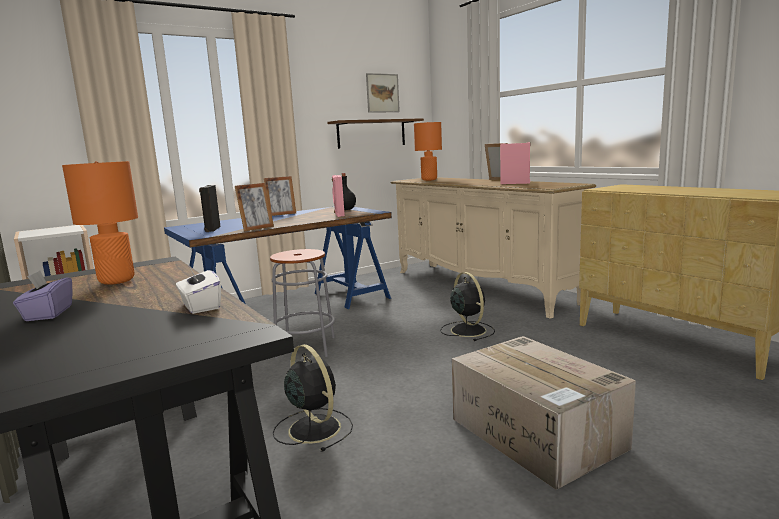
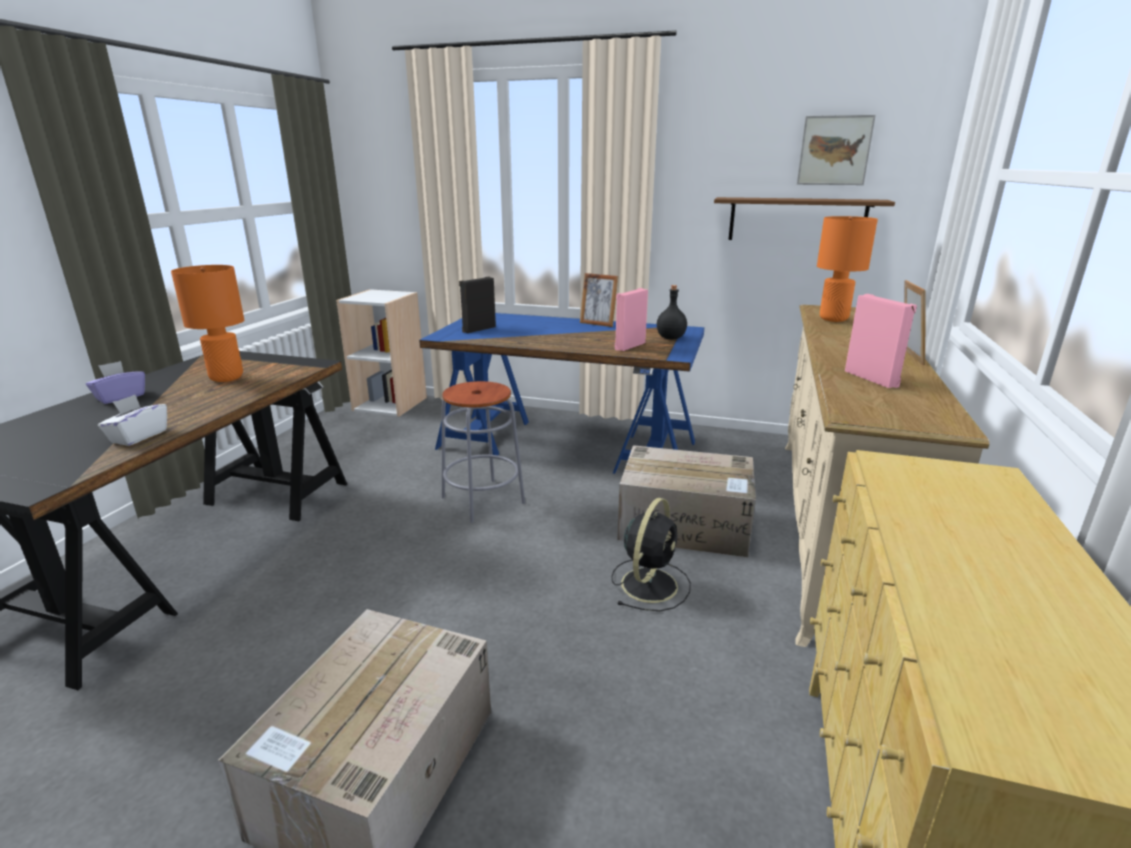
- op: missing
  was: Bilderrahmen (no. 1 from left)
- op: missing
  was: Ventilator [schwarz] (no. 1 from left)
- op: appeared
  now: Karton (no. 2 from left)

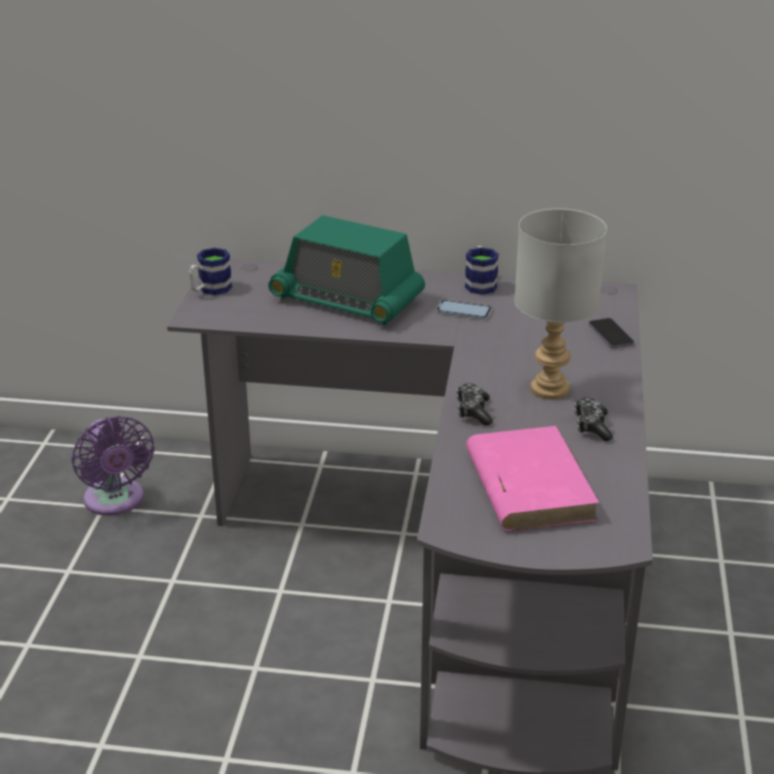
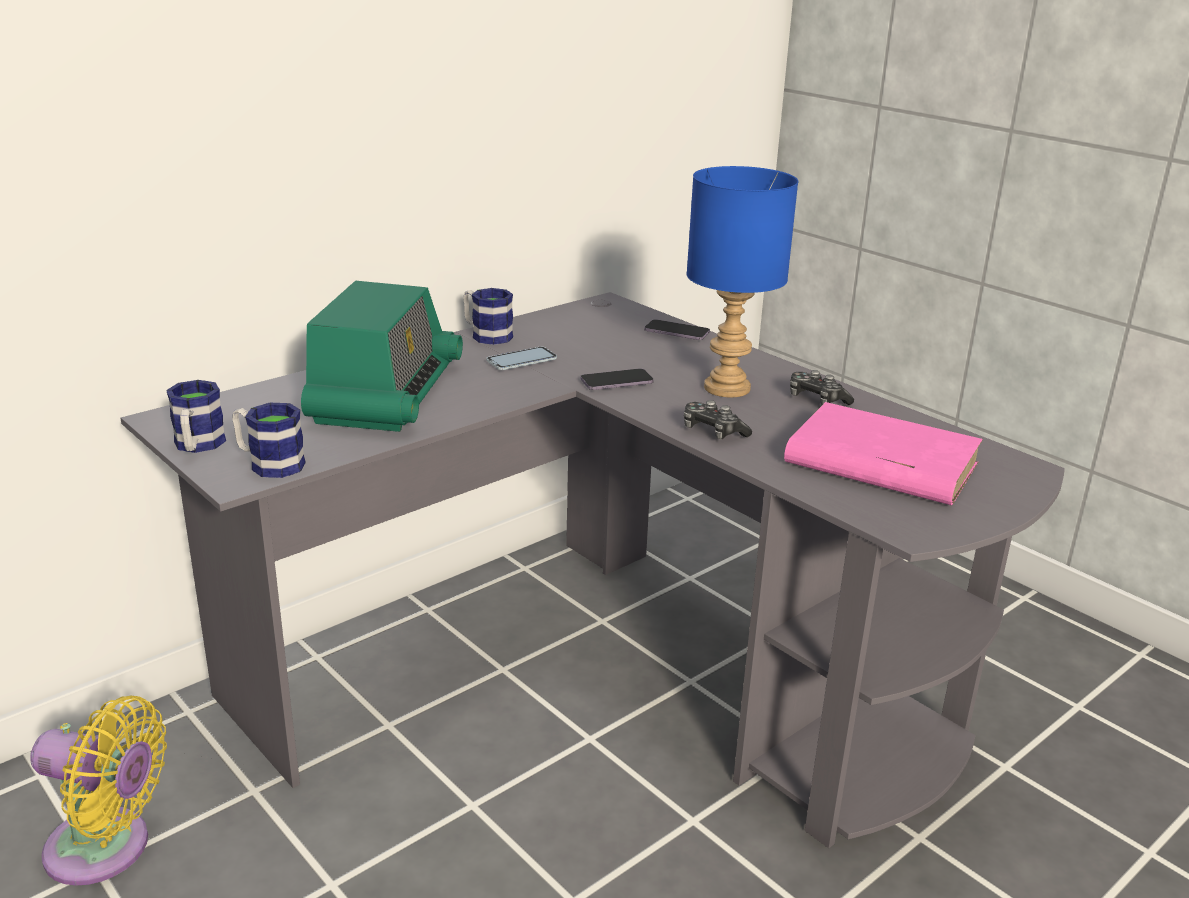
- op: colour
  was: Tischlampe [grau]
  now: Tischlampe [blau]
- op: spun
  was: Radio
  clockwise: -60
- op: colour
  was: Ventilator [lila]
  now: Ventilator [gelb]
- op: appeared
  now: Handy (no. 2 from left)
- op: appeared
  now: Henkelbecher (no. 2 from left)

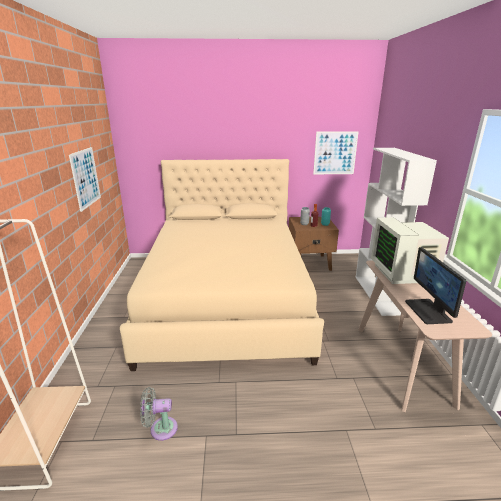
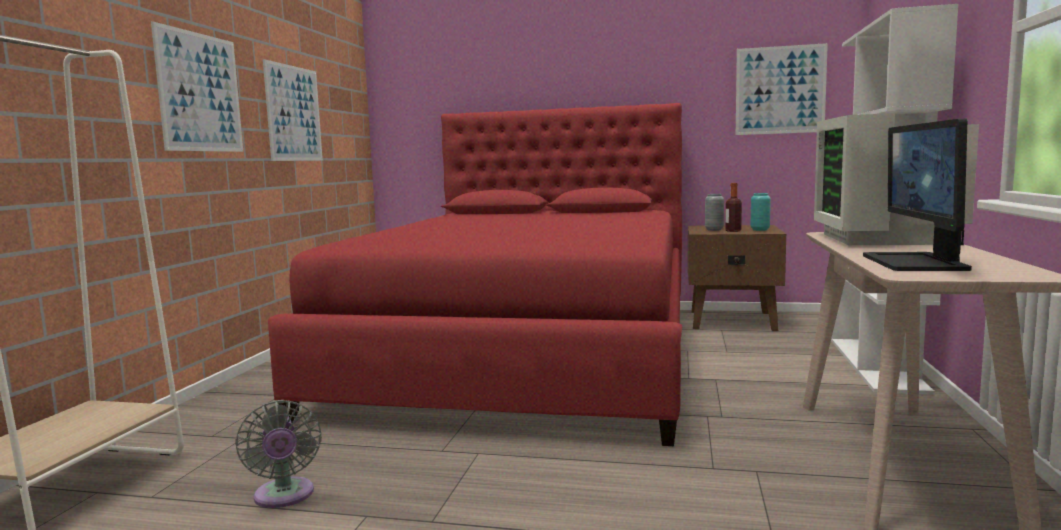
- op: colour
  was: Bett [beige]
  now: Bett [rot]
- op: spun
  was: Ventilator [grau]
  clockwise: -120
- op: appeared
  now: Bild (no. 1 from left)

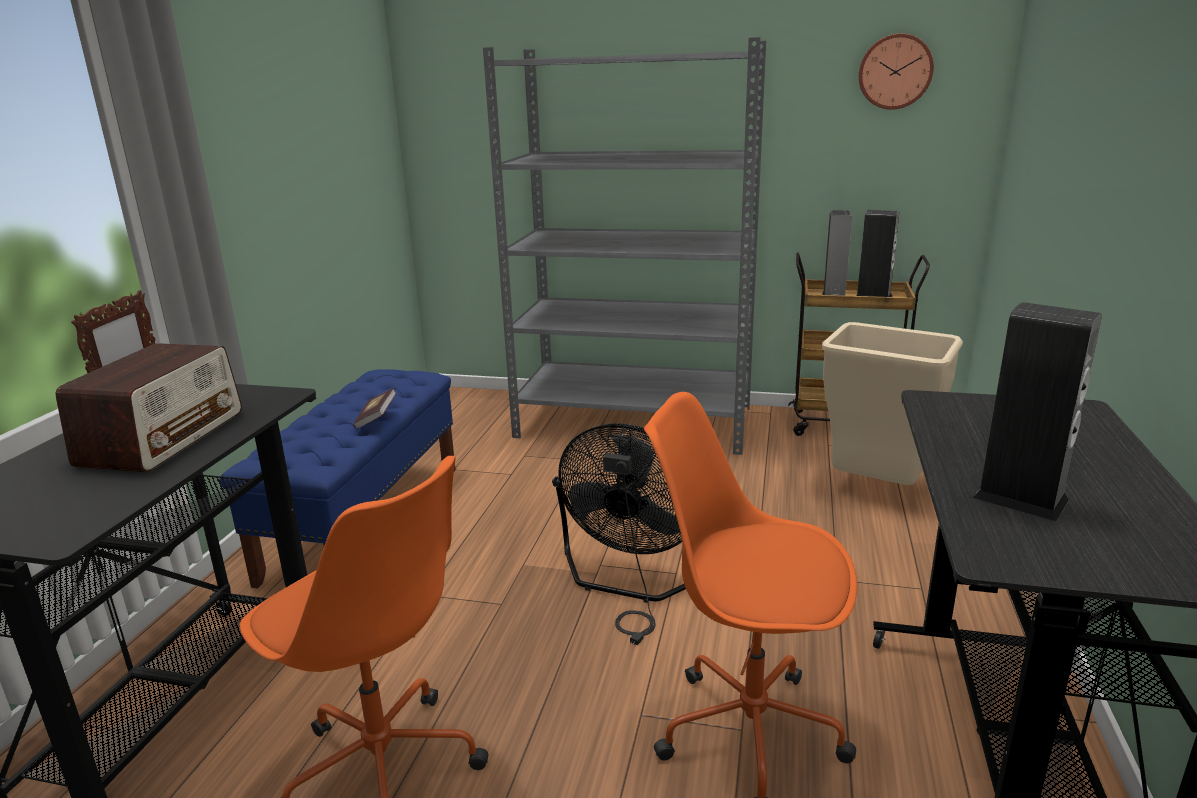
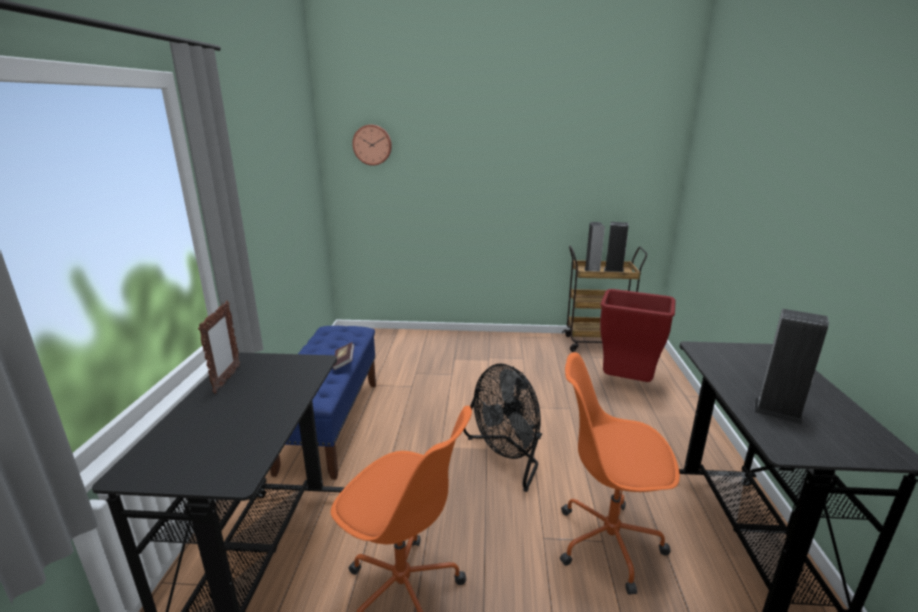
- op: relocated
  was: Wanduhr
- op: missing
  was: Bücherregal [grau]
- op: colour
  was: Mülleimer [beige]
  now: Mülleimer [rot]
- op: missing
  was: Radio
- op: spun
  was: Ventilator [schwarz]
  clockwise: -135

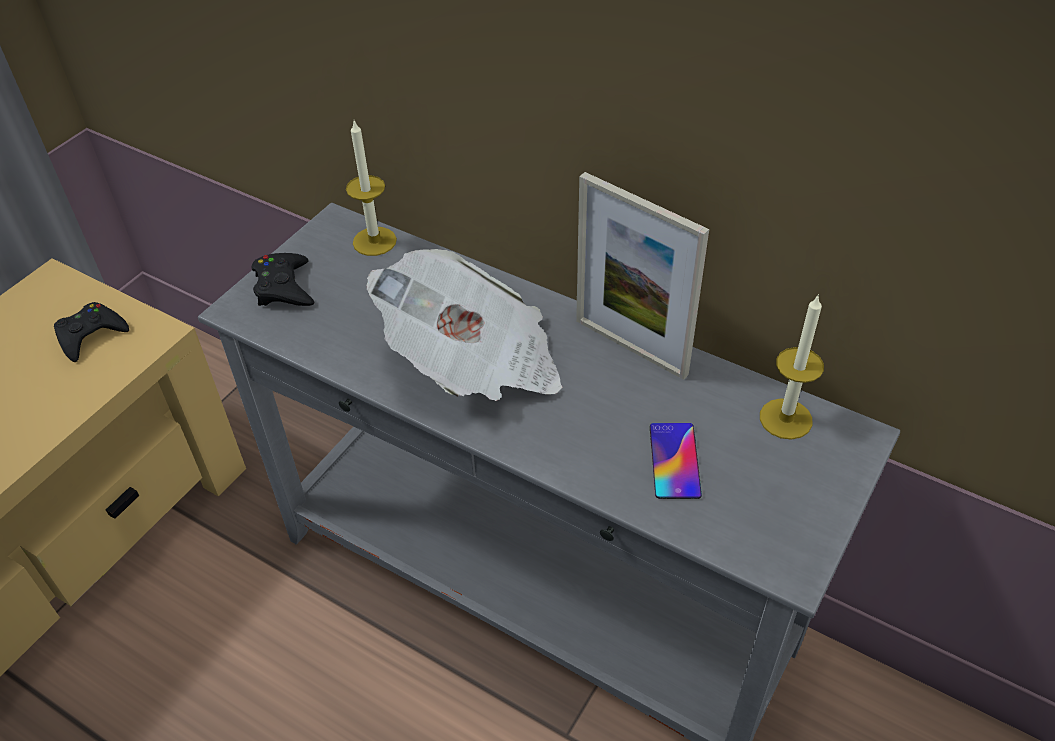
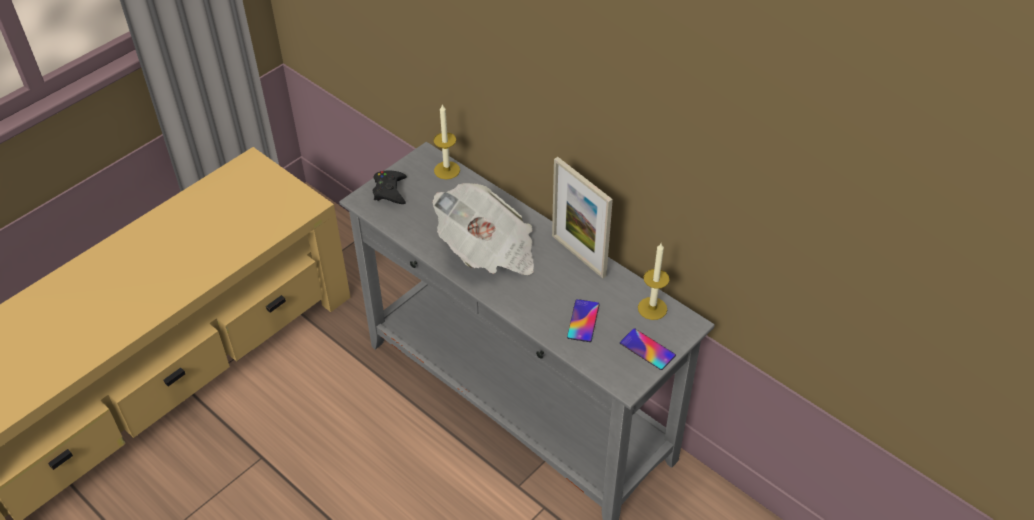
- op: missing
  was: Gamepad [schwarz] (no. 1 from left)
- op: appeared
  now: Handy (no. 2 from left)

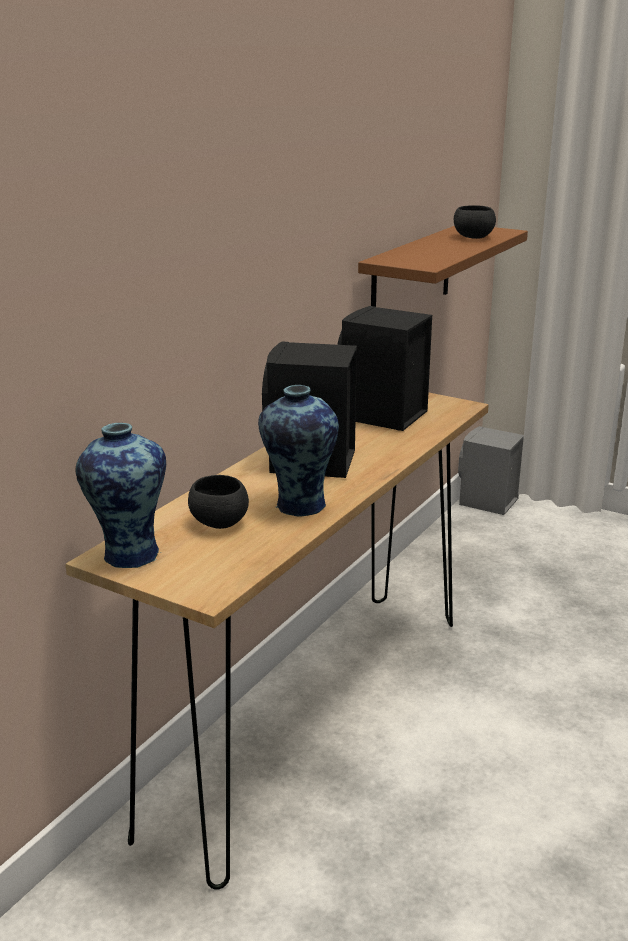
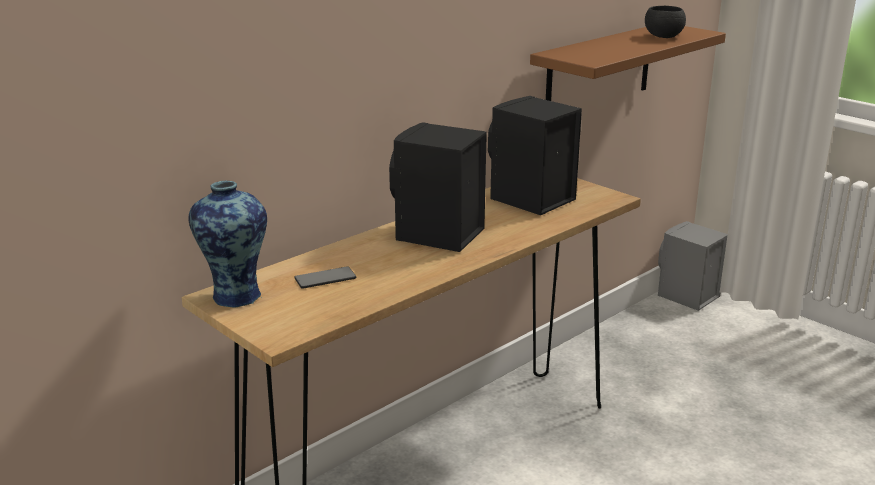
- op: missing
  was: Vase (no. 2 from left)
- op: exchanged
  was: Schüssel [schwarz] (no. 1 from left)
  now: Handy

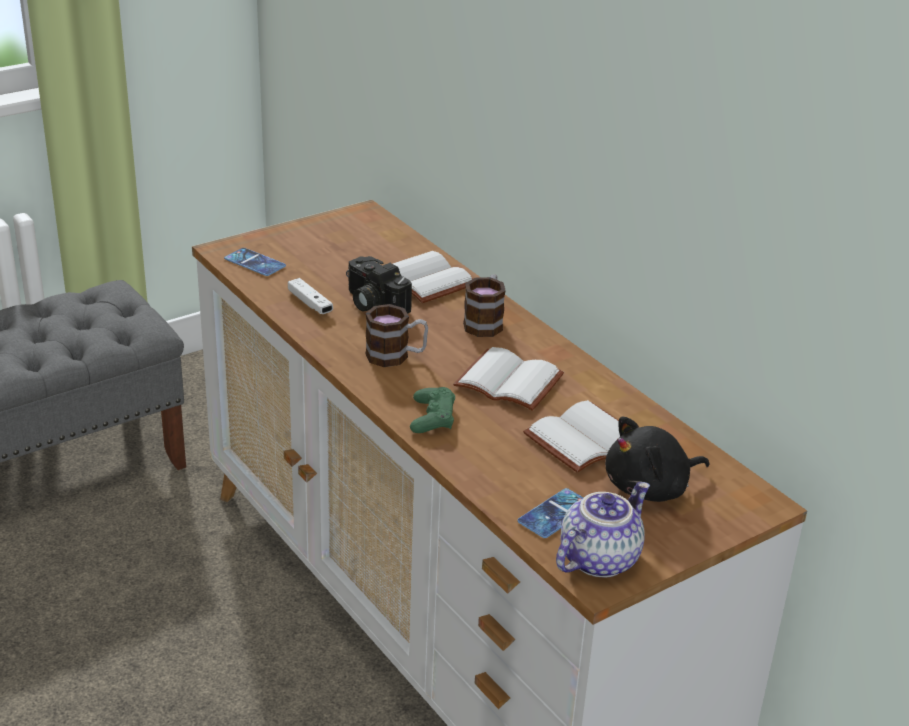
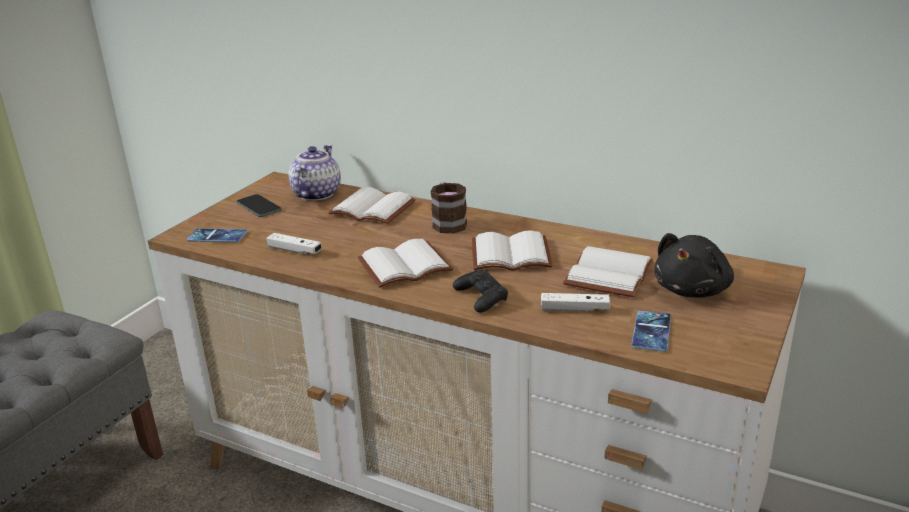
- op: missing
  was: Kamera
- op: exchanged
  was: Henkelbecher (no. 1 from left)
  now: Buch [weiß] (no. 2 from left)
- op: colour
  was: Gamepad [grün]
  now: Gamepad [schwarz]
- op: relocated
  was: Teekanne
- op: appeared
  now: Handy (no. 2 from left)
- op: appeared
  now: Gamepad [weiß] (no. 2 from left)

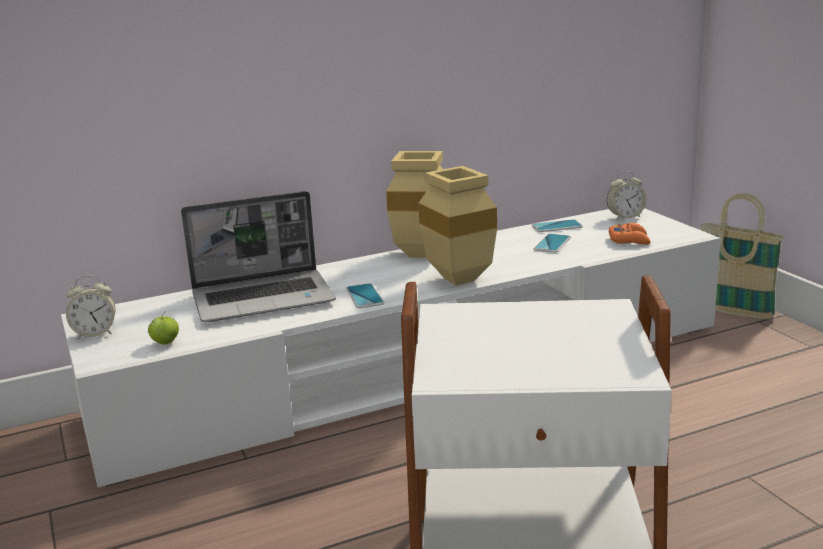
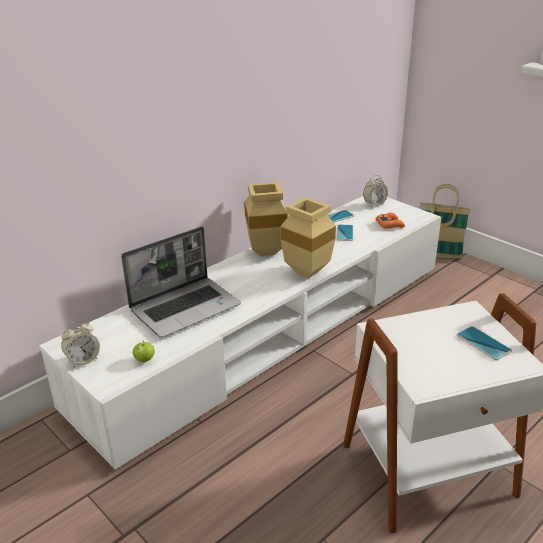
- op: relocated
  was: Handy (no. 1 from left in the first image)
  now: Handy (no. 3 from left)

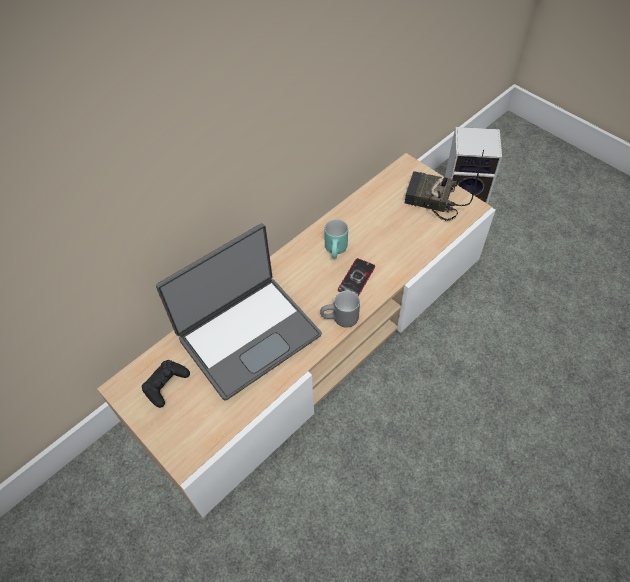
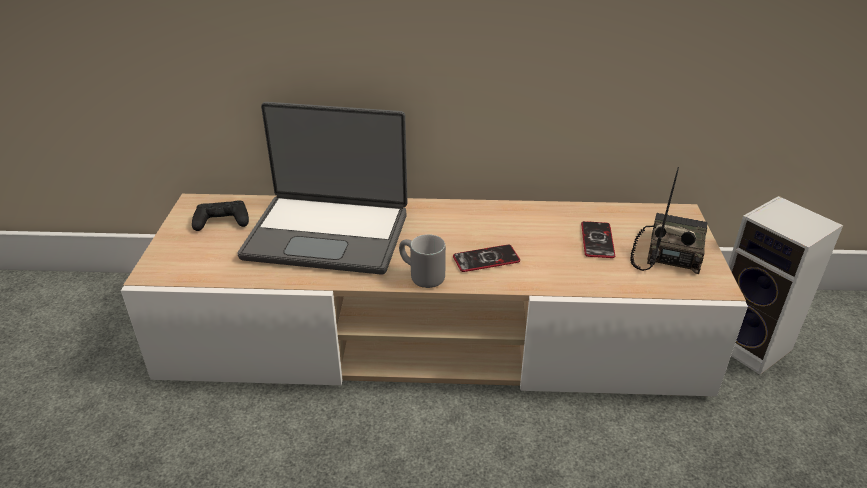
- op: spun
  was: Radio
  clockwise: 45
- op: missing
  was: Henkelbecher [türkis]
- op: appeared
  now: Handy (no. 2 from left)

